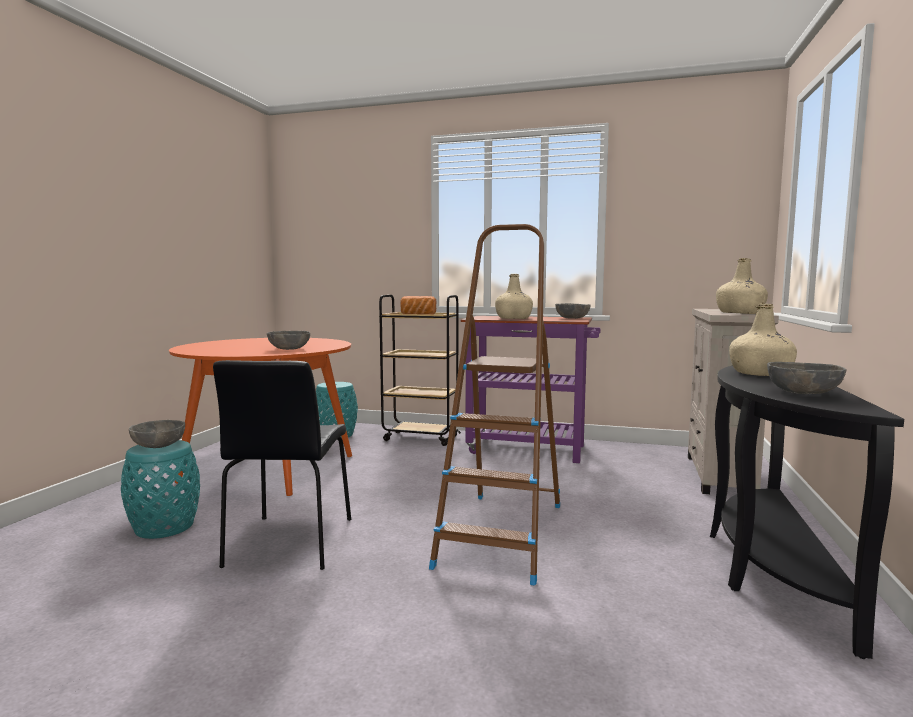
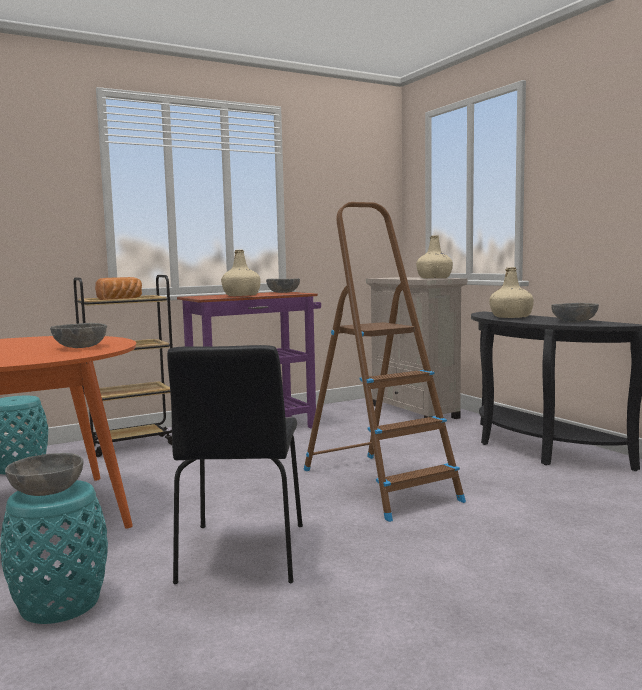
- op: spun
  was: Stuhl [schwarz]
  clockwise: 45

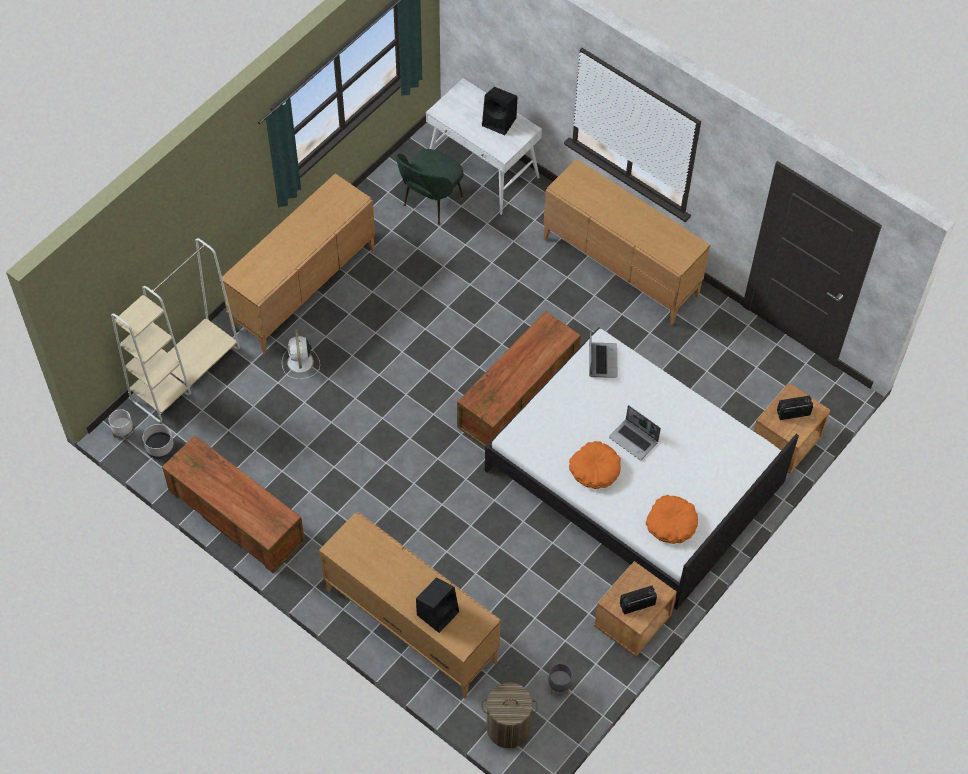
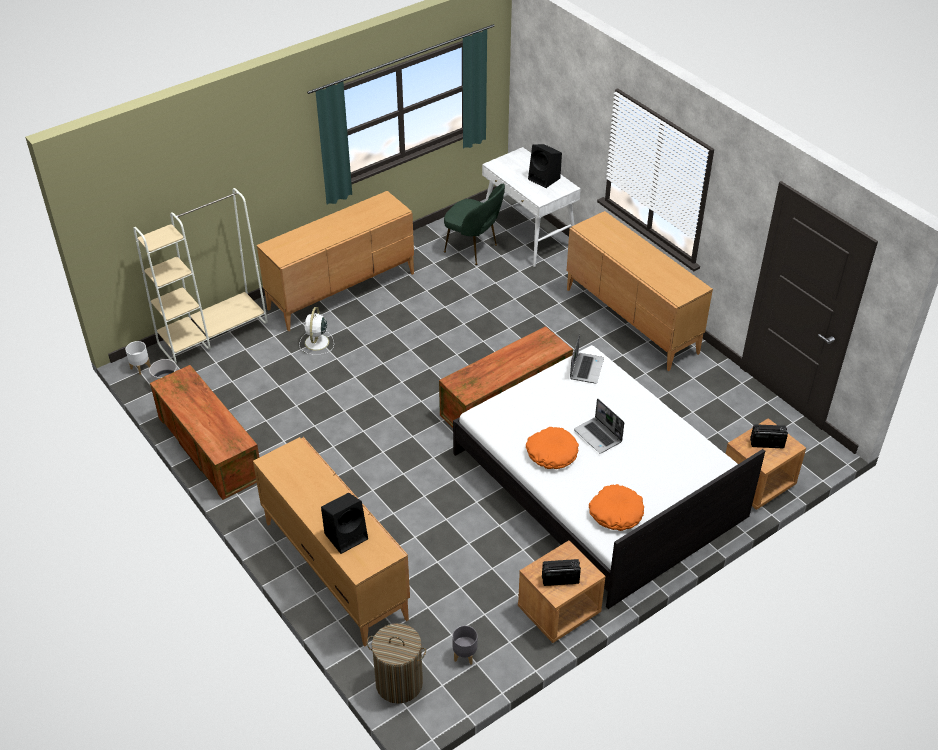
- op: spun
  was: Stuhl [grün]
  clockwise: -105

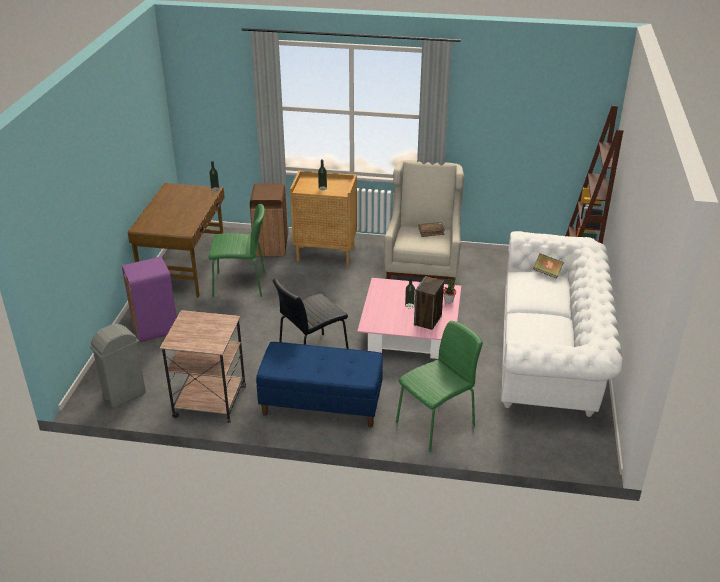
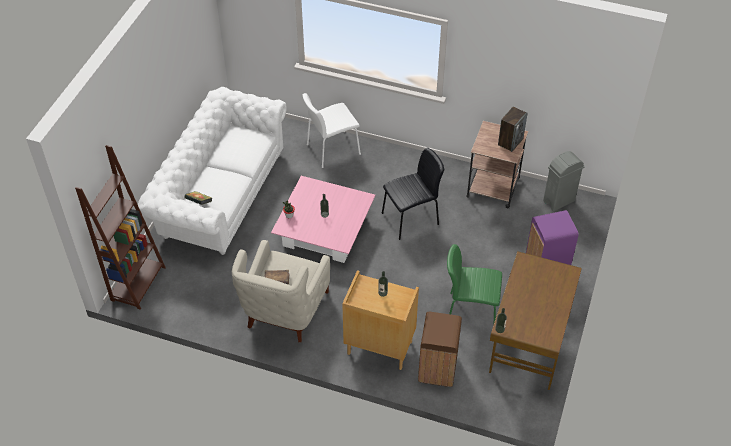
- op: relocated
  was: Lautsprecher
- op: colour
  was: Stuhl [grün] (no. 2 from left)
  now: Stuhl [weiß]
- op: missing
  was: Bank [blau]

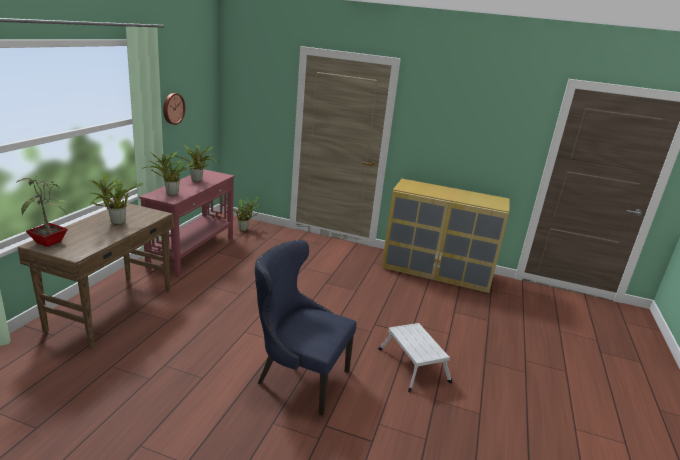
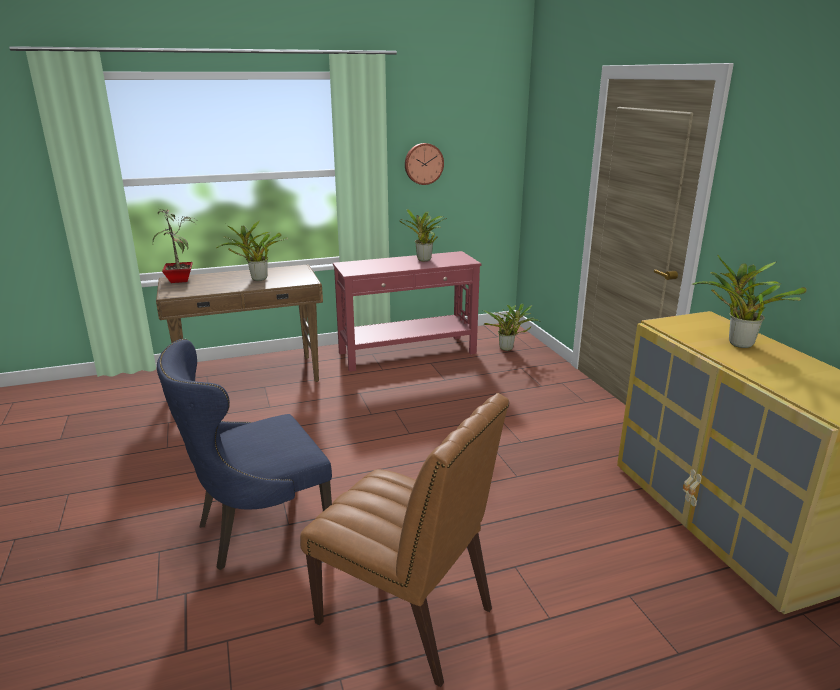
- op: relocated
  was: Topfpflanze (no. 3 from left in the first image)
  now: Topfpflanze (no. 5 from left)
- op: spun
  was: Stuhl [blau]
  clockwise: -105
- op: exchanged
  was: Trittleiter [weiß]
  now: Stuhl [braun]

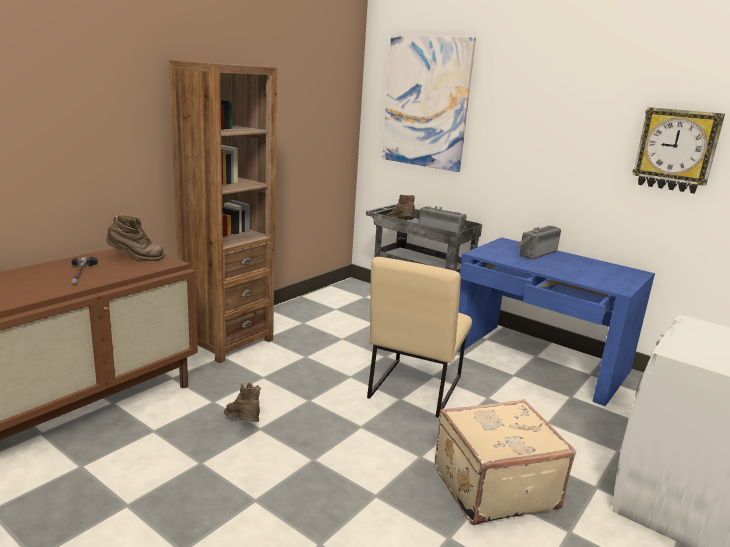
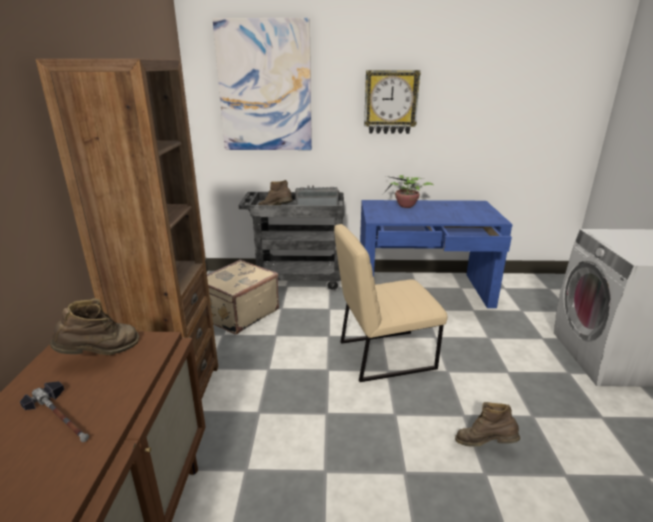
- op: relocated
  was: Wanduhr
- op: exchanged
  was: Radio (no. 2 from left)
  now: Topfpflanze
- op: spun
  was: Stuhl [beige]
  clockwise: 90
- op: relocated
  was: Stiefel [braun] (no. 2 from left in the first image)
  now: Stiefel [braun] (no. 3 from left)
- op: relocated
  was: Koffer [beige]

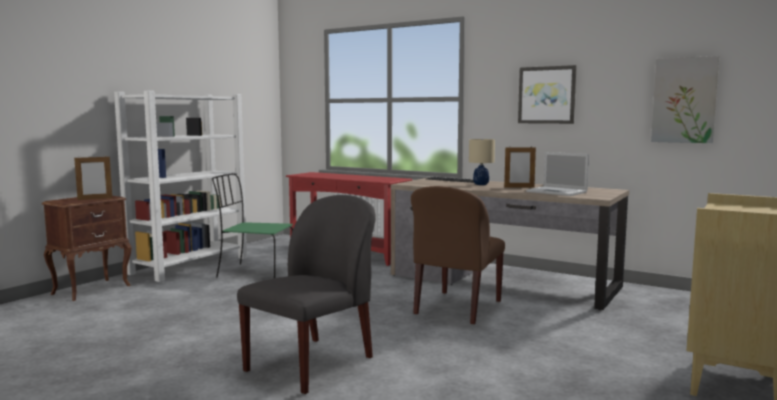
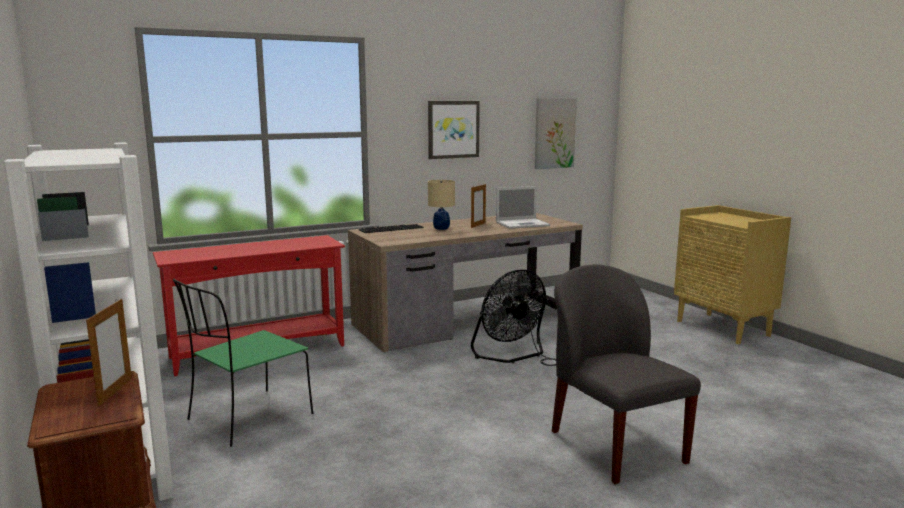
- op: exchanged
  was: Stuhl [braun]
  now: Ventilator [schwarz]

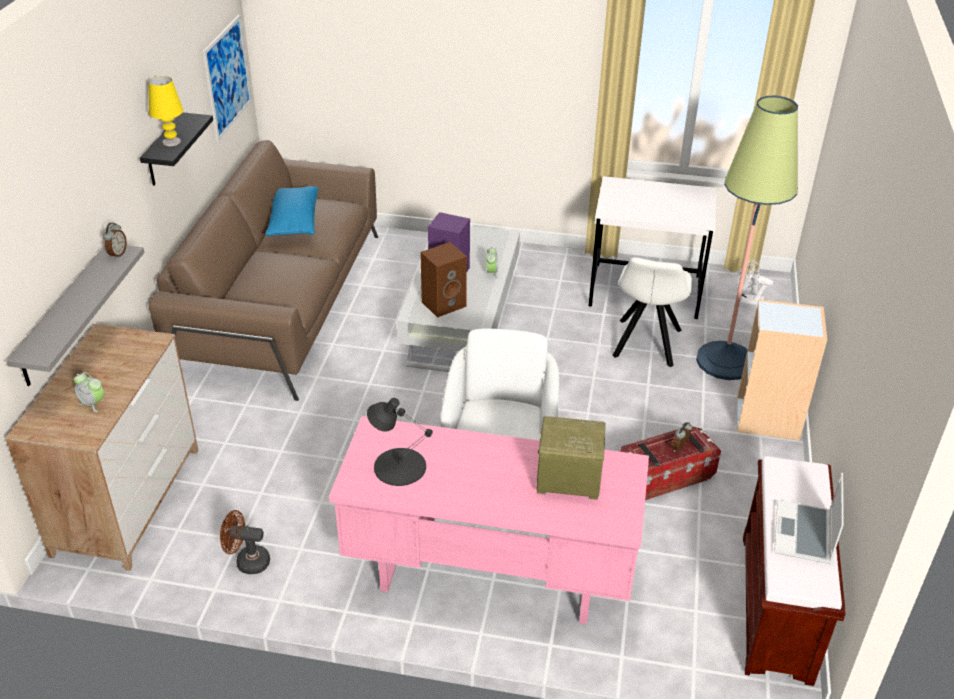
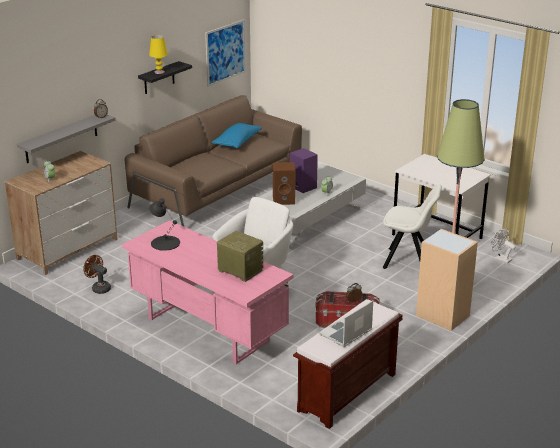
- op: spun
  was: Stuhl [weiß]
  clockwise: -120

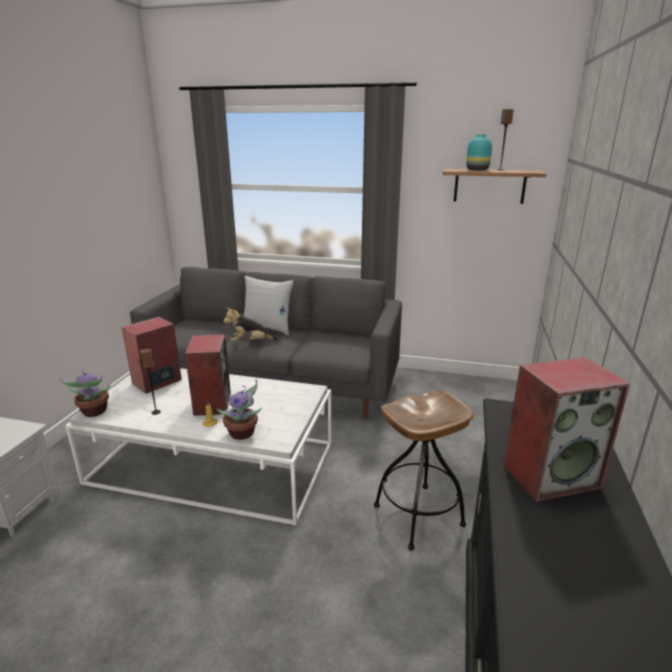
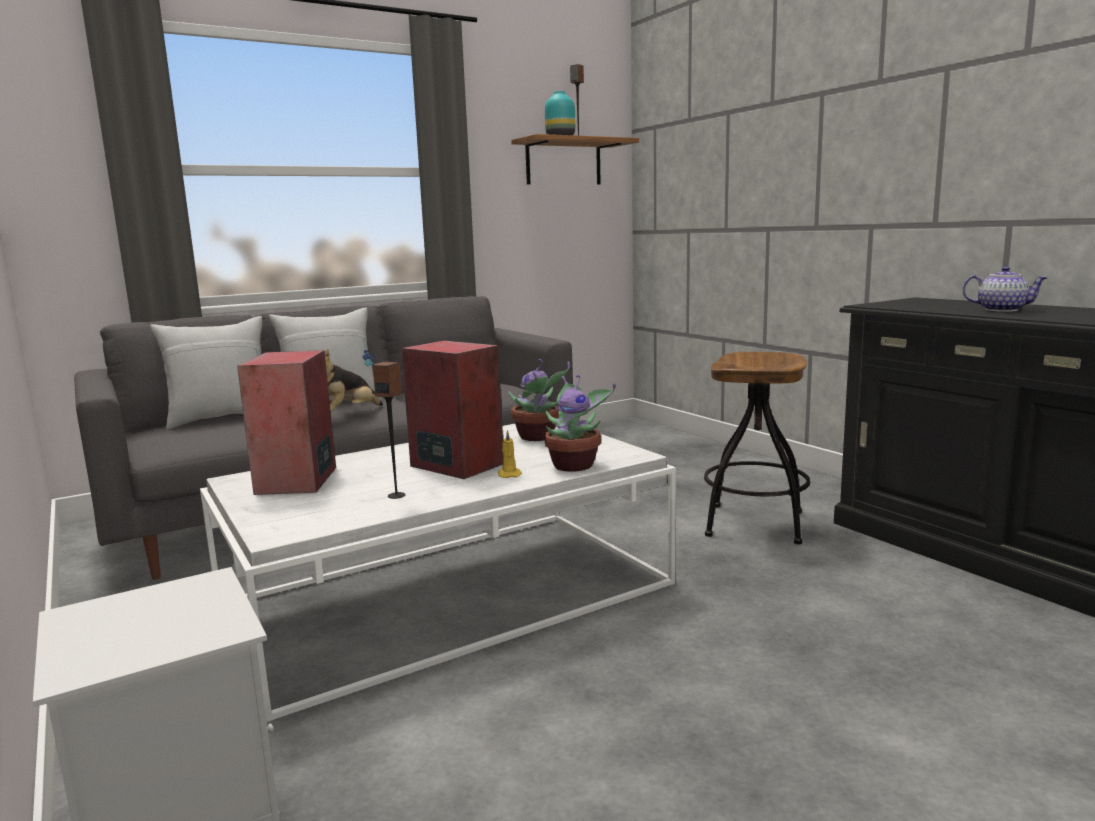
- op: exchanged
  was: Lautsprecher (no. 5 from left)
  now: Teekanne
- op: relocated
  was: Topfpflanze (no. 1 from left)
- op: appeared
  now: Kissen [grau] (no. 1 from left)

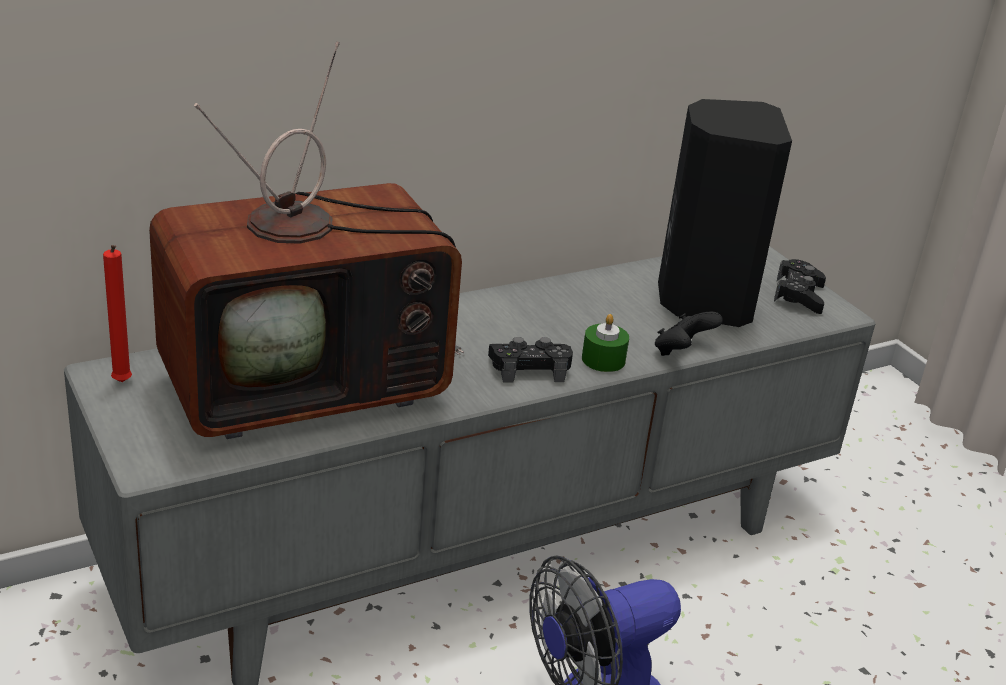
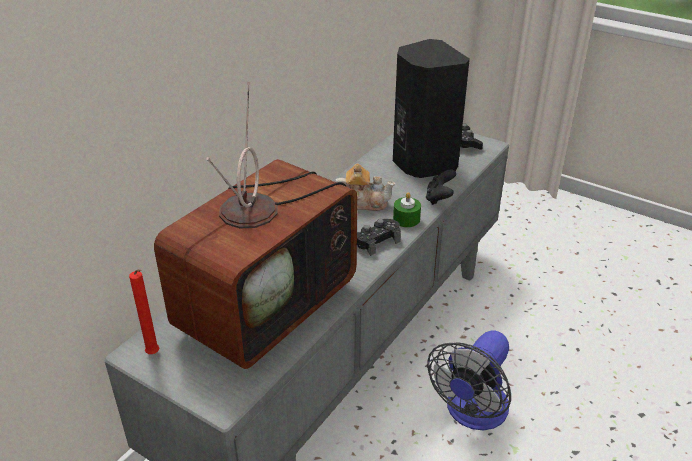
- op: appeared
  now: Teekanne

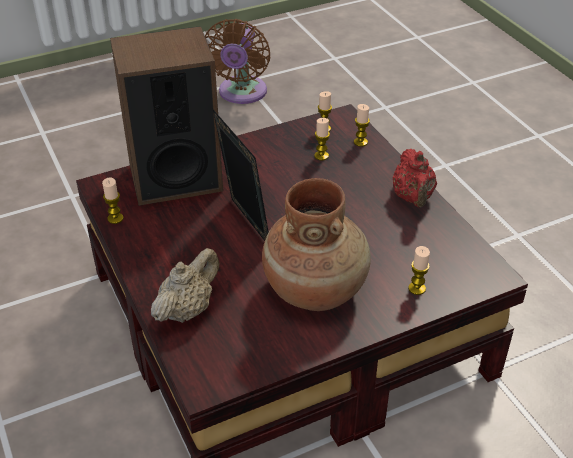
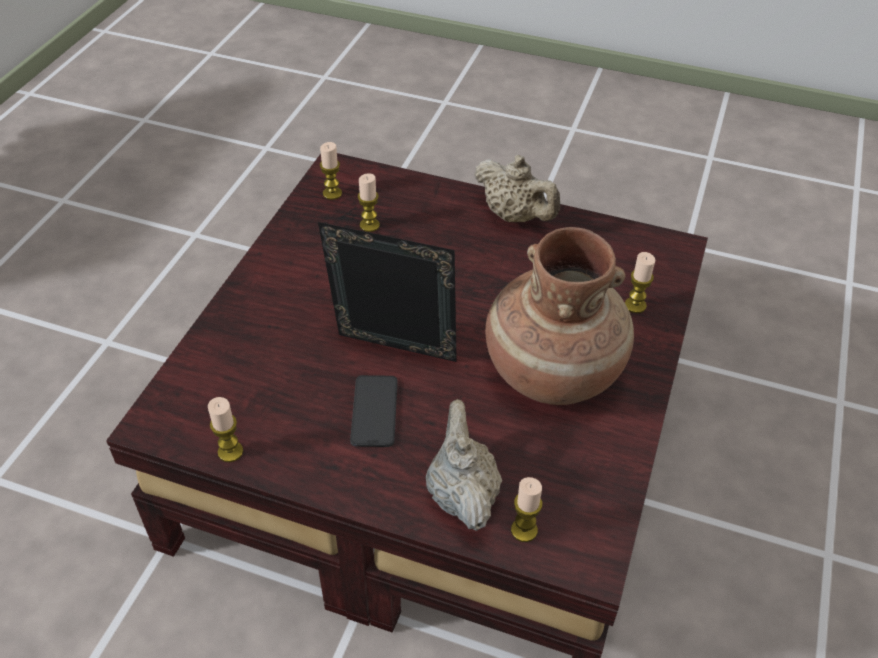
- op: missing
  was: Ventilator [braun]
- op: missing
  was: Lautsprecher
- op: relocated
  was: Kerze (no. 4 from left)
- op: colour
  was: Teekanne [rot]
  now: Teekanne [beige] (no. 2 from left)
- op: appeared
  now: Handy

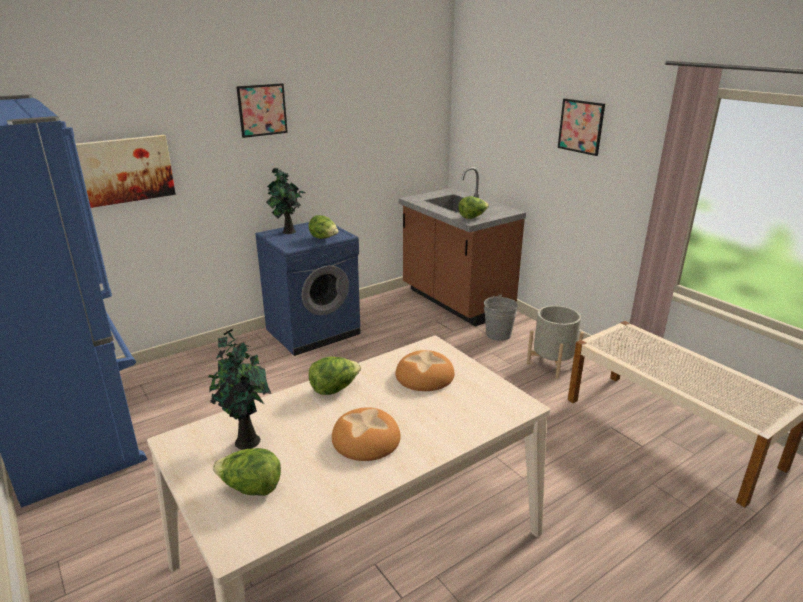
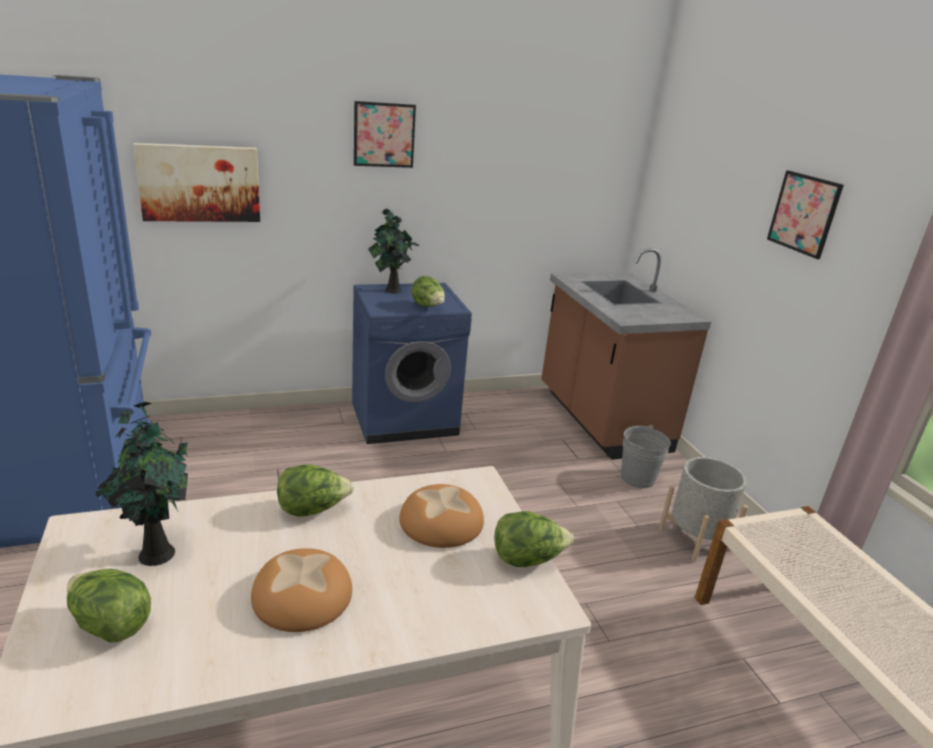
- op: relocated
  was: Salatkopf (no. 4 from left)

